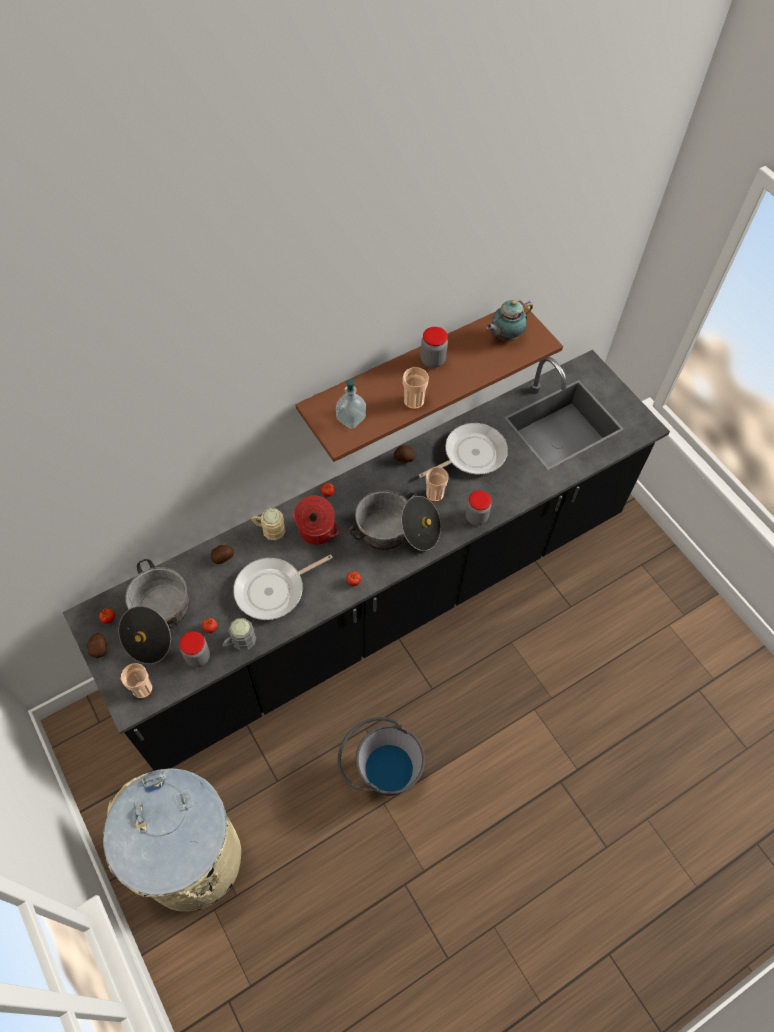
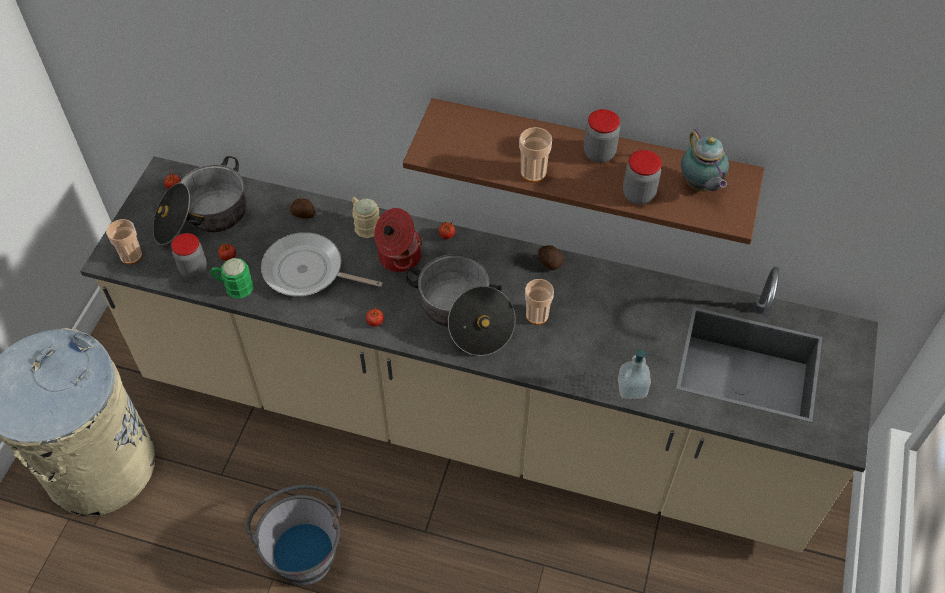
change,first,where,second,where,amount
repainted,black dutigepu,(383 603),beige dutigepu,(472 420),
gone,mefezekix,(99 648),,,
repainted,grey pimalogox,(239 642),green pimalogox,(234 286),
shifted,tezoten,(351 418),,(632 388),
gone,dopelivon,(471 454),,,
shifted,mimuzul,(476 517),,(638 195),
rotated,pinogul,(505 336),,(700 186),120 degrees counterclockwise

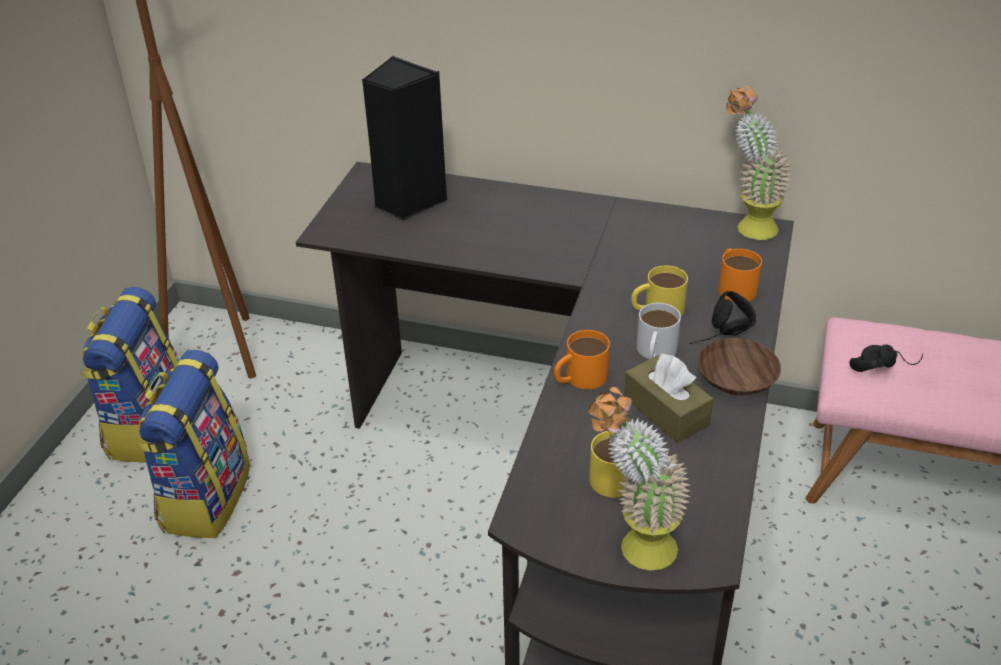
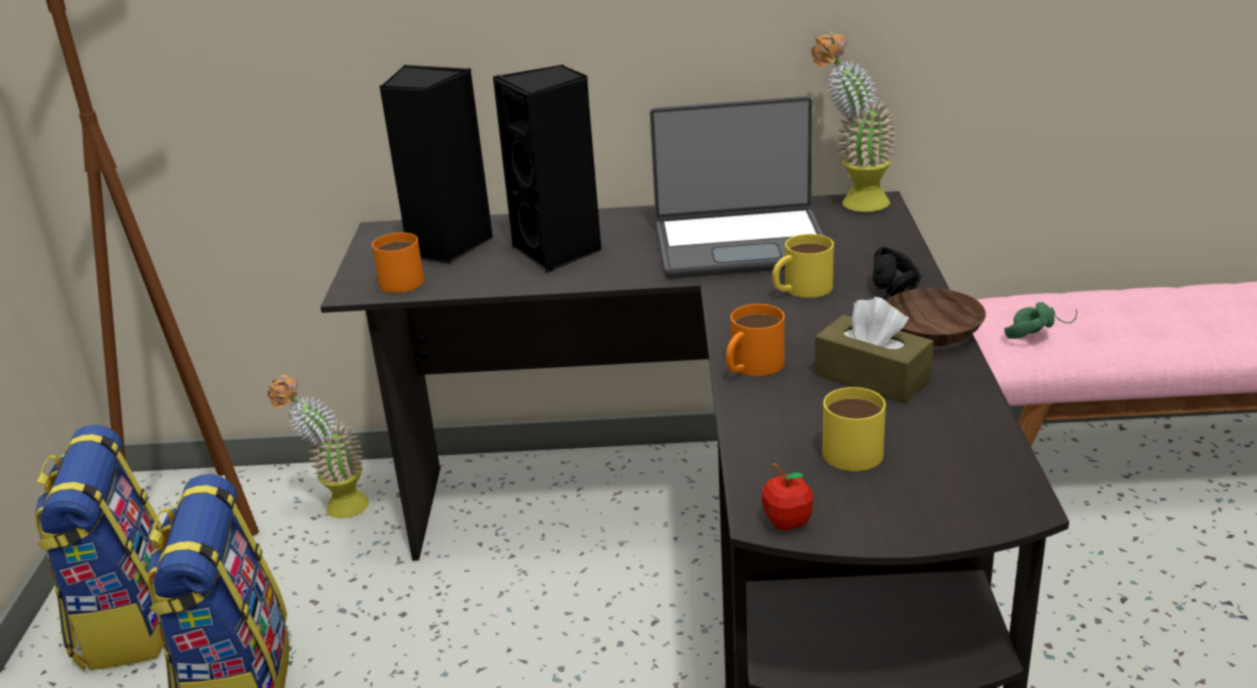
change,first,where,second,where,amount
shifted,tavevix,(633 548),,(335 508),
gone,white pimalogox,(655 352),,,
shifted,orange pimalogox,(734 286),,(398 279),
repainted,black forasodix,(882 365),green forasodix,(1038 330),
new,,,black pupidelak,(559 251),
new,,,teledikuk,(741 245),
new,,,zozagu,(787 522),

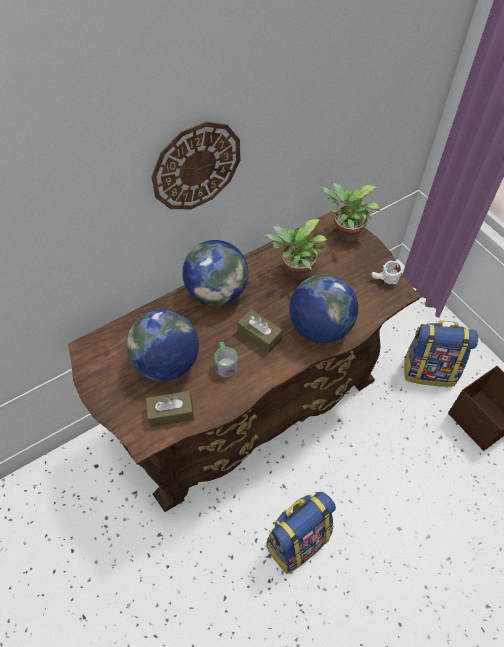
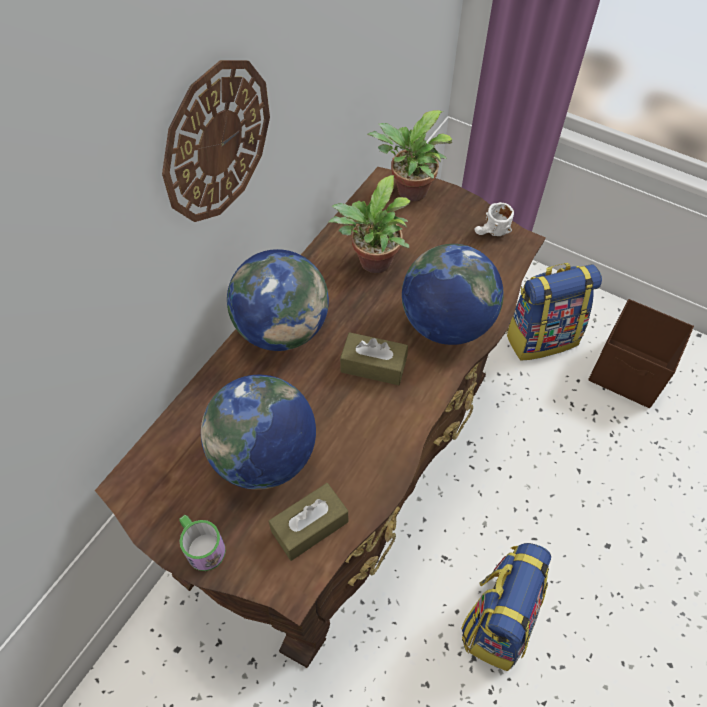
change,first,where,second,where,amount
shifted,pimalogox,(225 364),,(202 546),

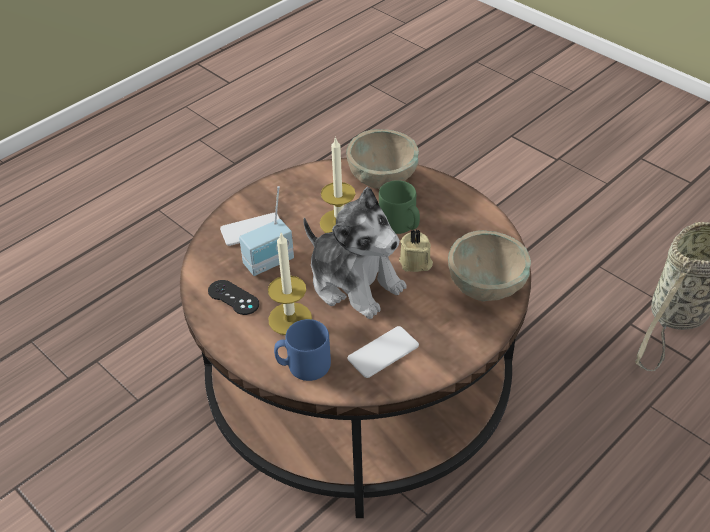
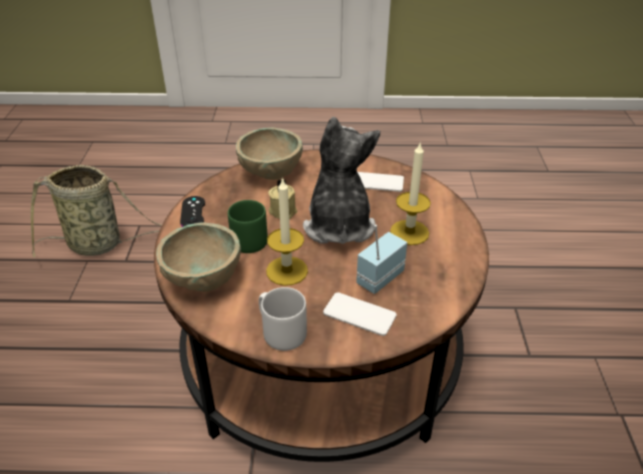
change,first,where,second,where,amount
shifted,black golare,(233 297),,(193 212),
rotated,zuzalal,(270 263),,(378 277),60 degrees counterclockwise
gone,blue pimalogox,(303 365),,,
new,,,grey pimalogox,(281 332),

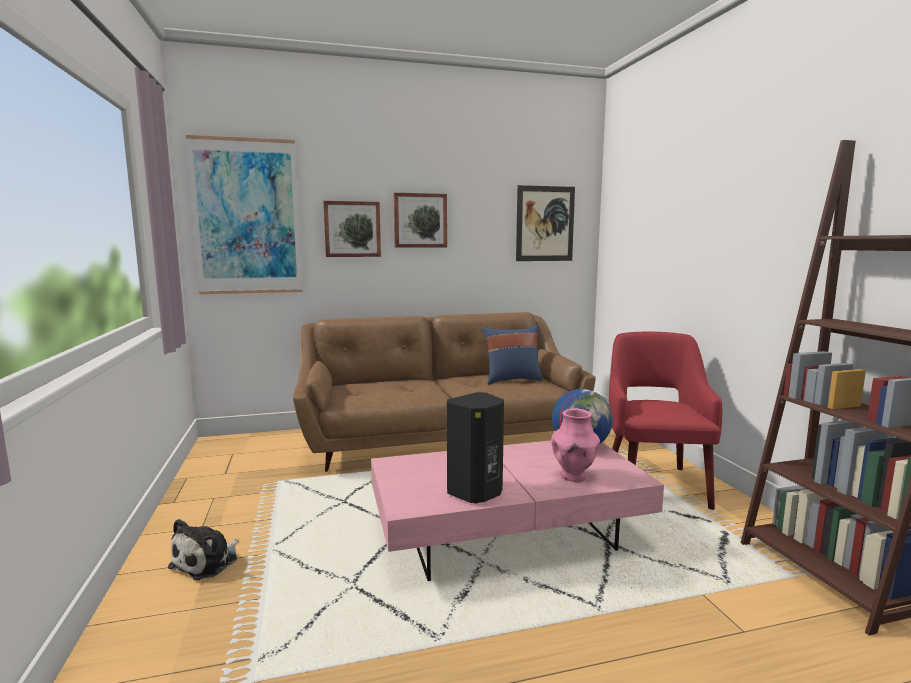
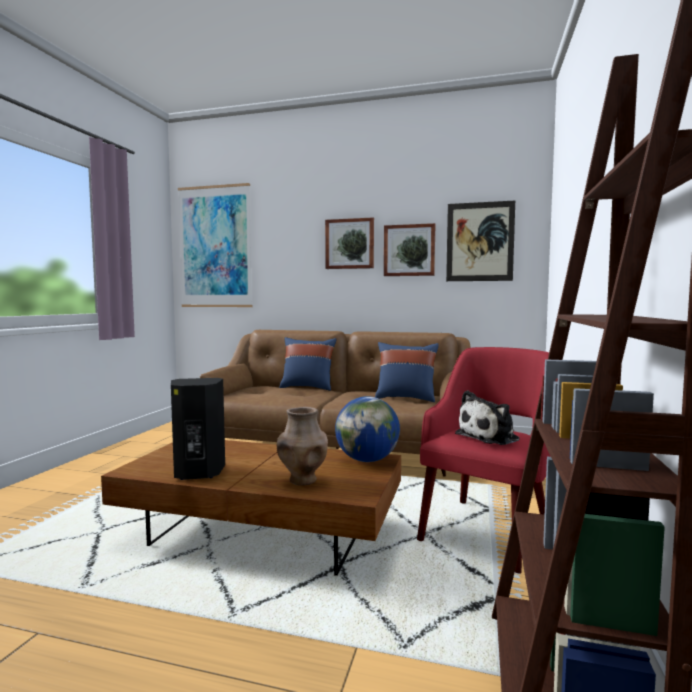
change,first,where,second,where,amount
shifted,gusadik,(207 562),,(490 437),
shifted,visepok,(352 229),,(409 250),
repainted,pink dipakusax,(508 536),brown dipakusax,(262 533),
repainted,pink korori,(573 476),brown korori,(302 480),
new,,,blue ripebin,(307 387),

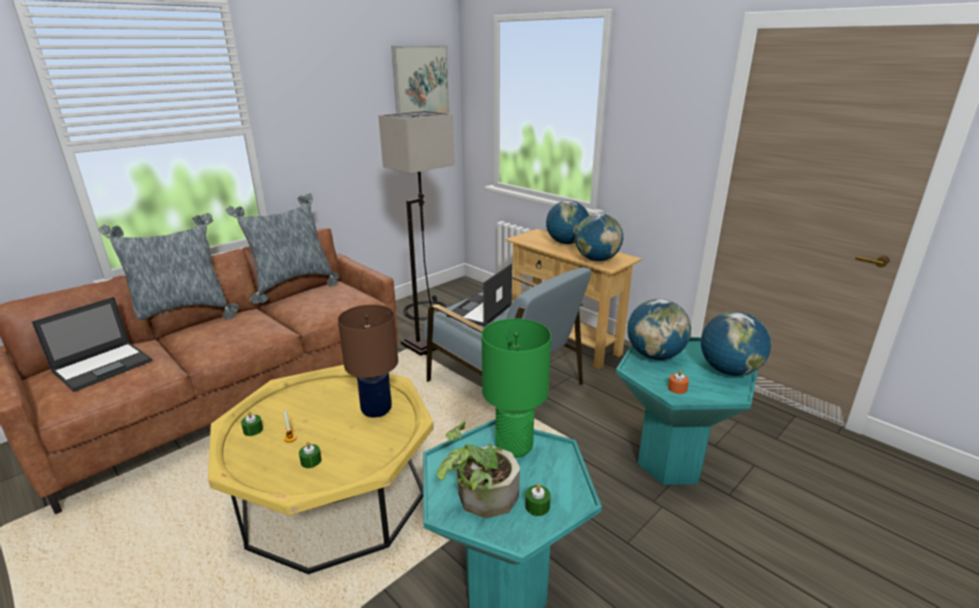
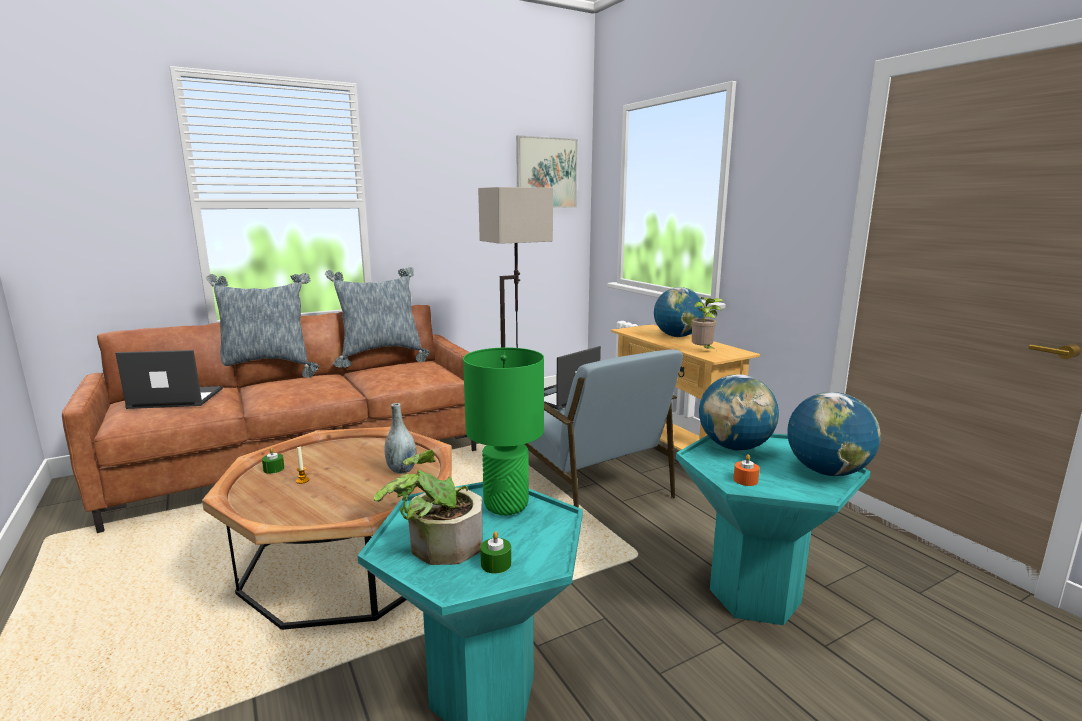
change,first,where,second,where,amount
rotated,teledikuk,(104 366),,(175 398),150 degrees counterclockwise
repainted,yellow dipakusax,(334 496),brown dipakusax,(348 562),
gone,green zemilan,(311 461),,,
swapped,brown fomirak,(377 411),grey korori,(401 470),
swapped,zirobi,(597 260),tavevix,(703 351),

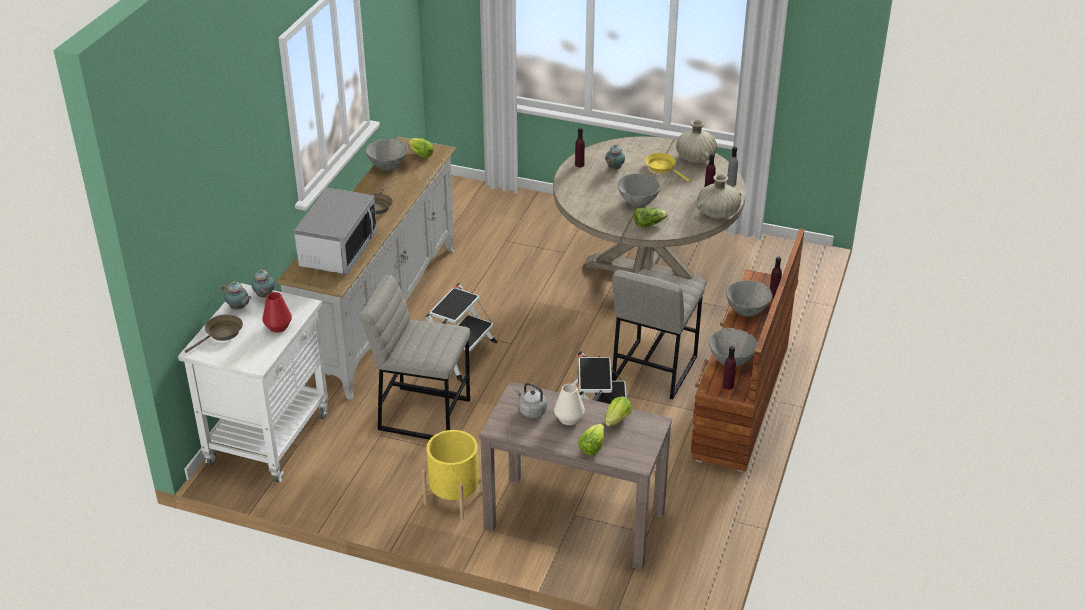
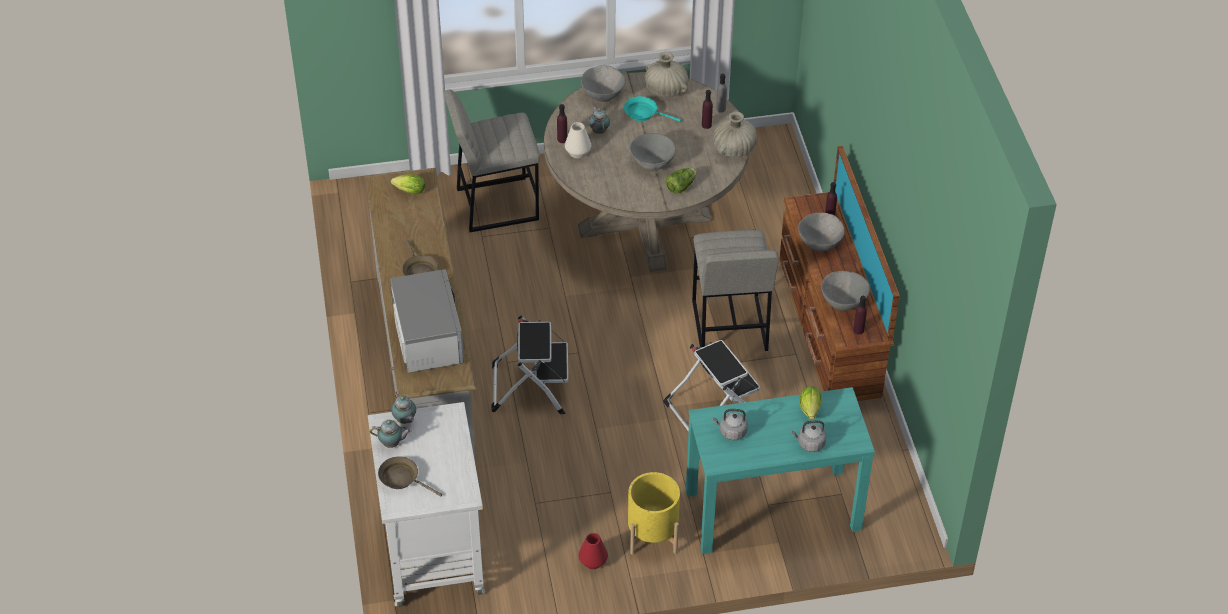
change,first,where,second,where,amount
rotated,brown dopelivon,(221 334),,(402 478),75 degrees counterclockwise
shifted,red korori,(278 327),,(593 562),
shifted,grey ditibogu,(422 414),,(495 205),
shifted,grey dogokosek,(388 167),,(603 96),
repainted,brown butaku,(573 520),turquoise butaku,(772 510),
shifted,white korori,(569 419),,(578 152),
swapped,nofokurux,(593 446),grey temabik,(809 444),
repainted,yellow dopelivon,(662 168),turquoise dopelivon,(643 113),

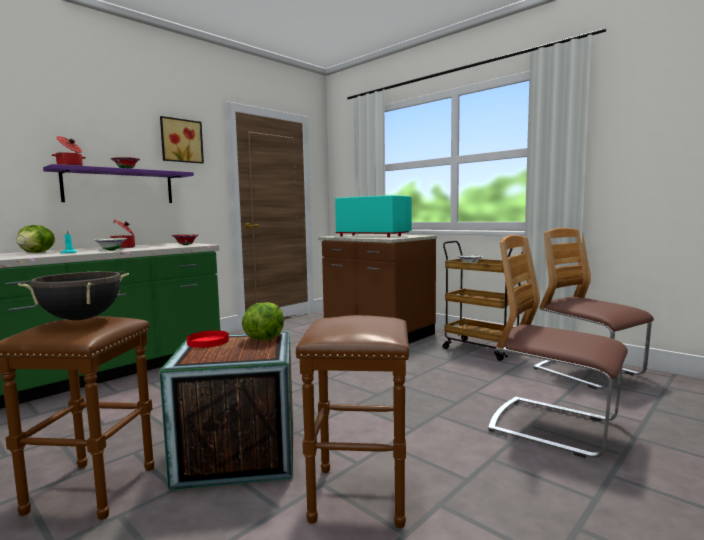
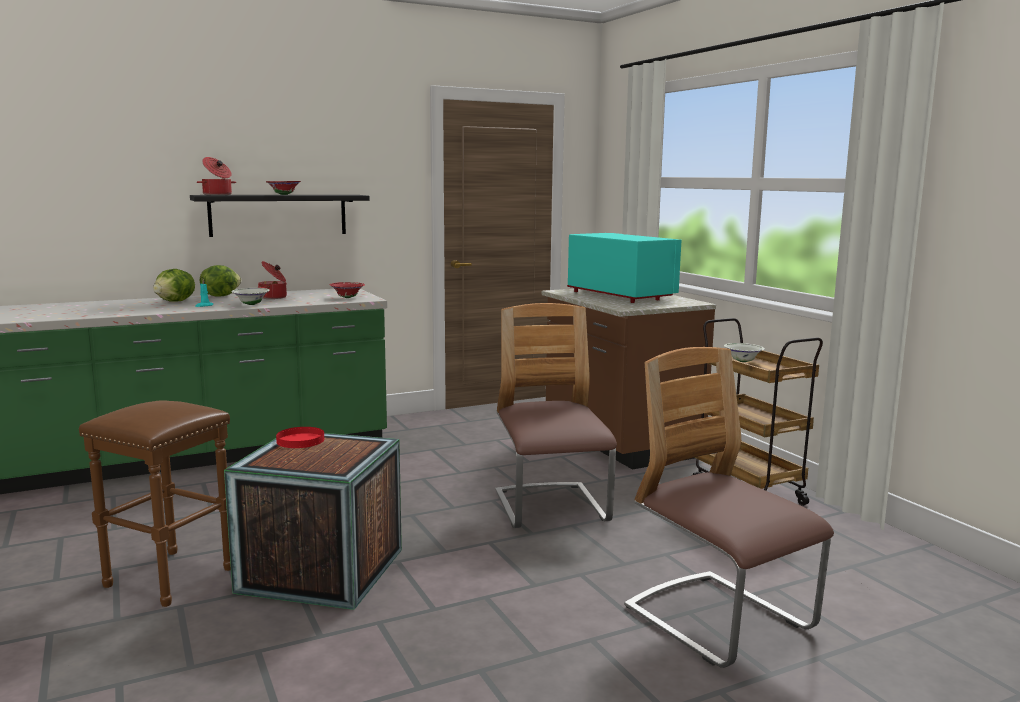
change,first,where,second,where,amount
gone,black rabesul,(81 319),,,
repainted,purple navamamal,(119 186),black navamamal,(278 215),
gone,visepok,(181 141),,,
shifted,nofokurux,(264 339),,(220 296),
gone,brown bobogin,(357 493),,,
shifted,ditibogu,(587 373),,(550 508),

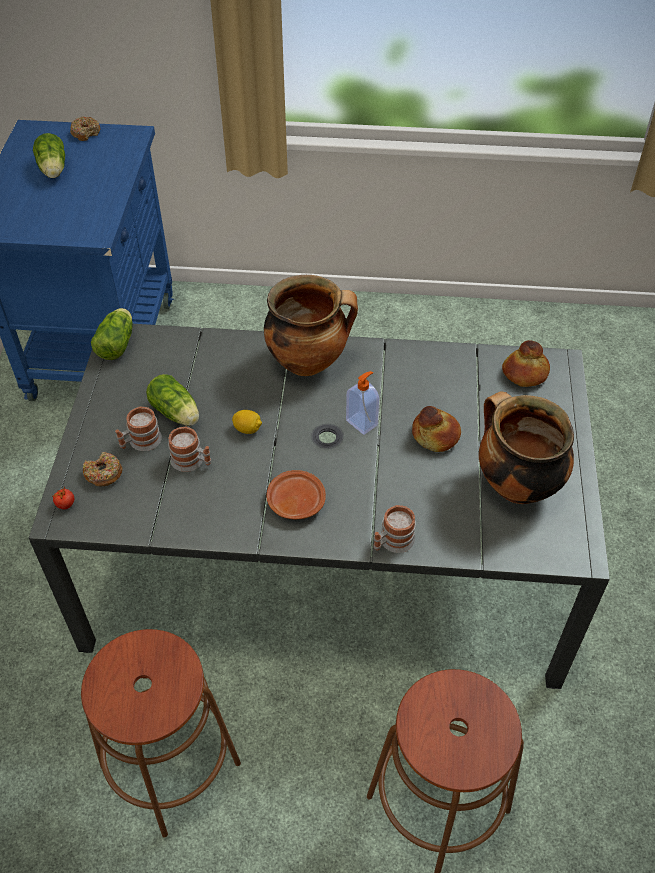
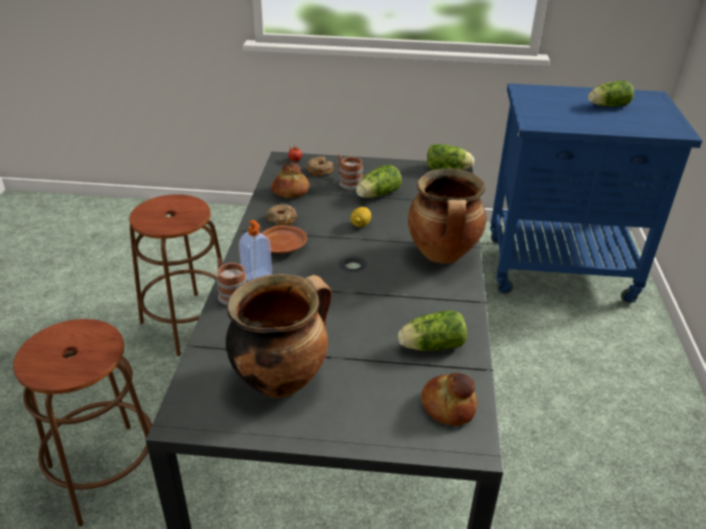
change,first,where,second,where,amount
shifted,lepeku,(86 133),,(282 220),
gone,pimalogox,(192 461),,,
shifted,tezoten,(362 422),,(257 276),
shifted,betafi,(435 436),,(290 191),
new,,,nofokurux,(430 346),

